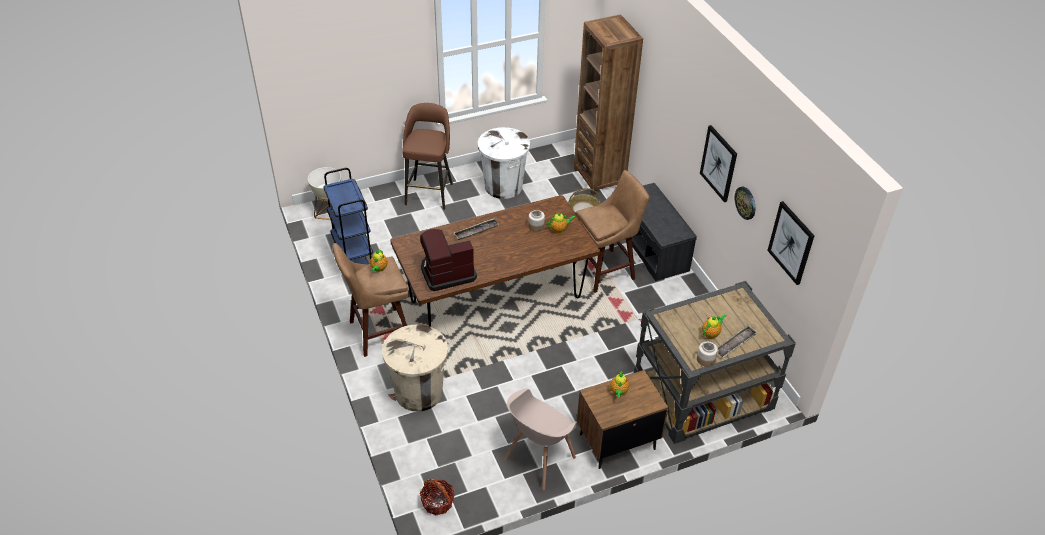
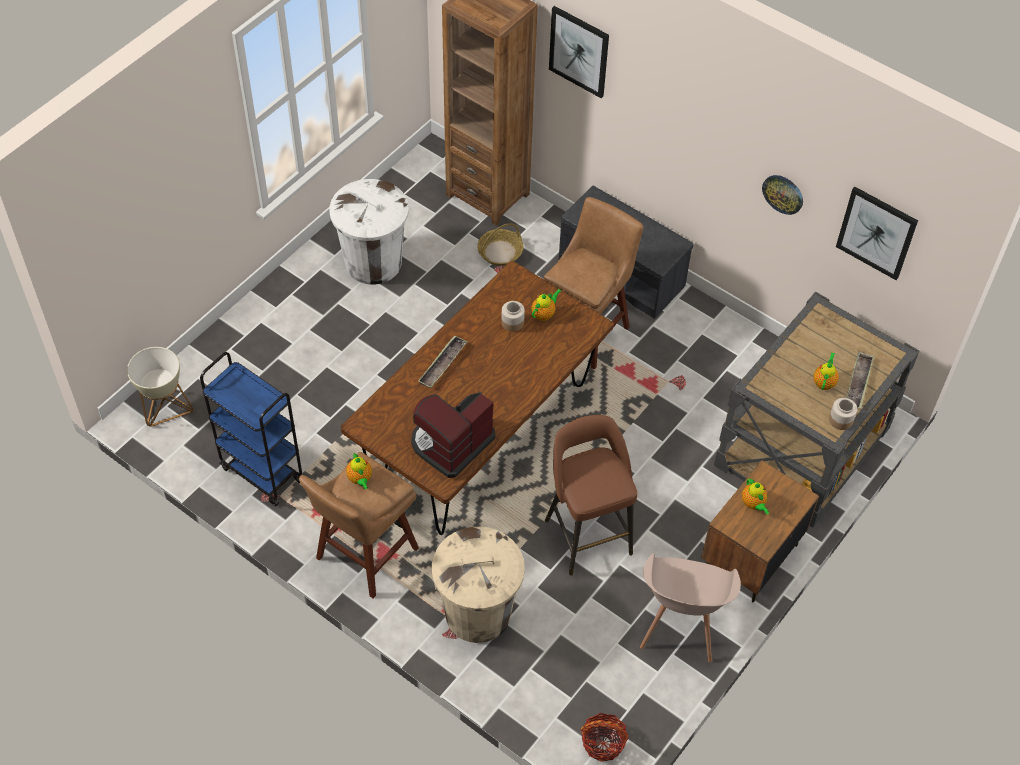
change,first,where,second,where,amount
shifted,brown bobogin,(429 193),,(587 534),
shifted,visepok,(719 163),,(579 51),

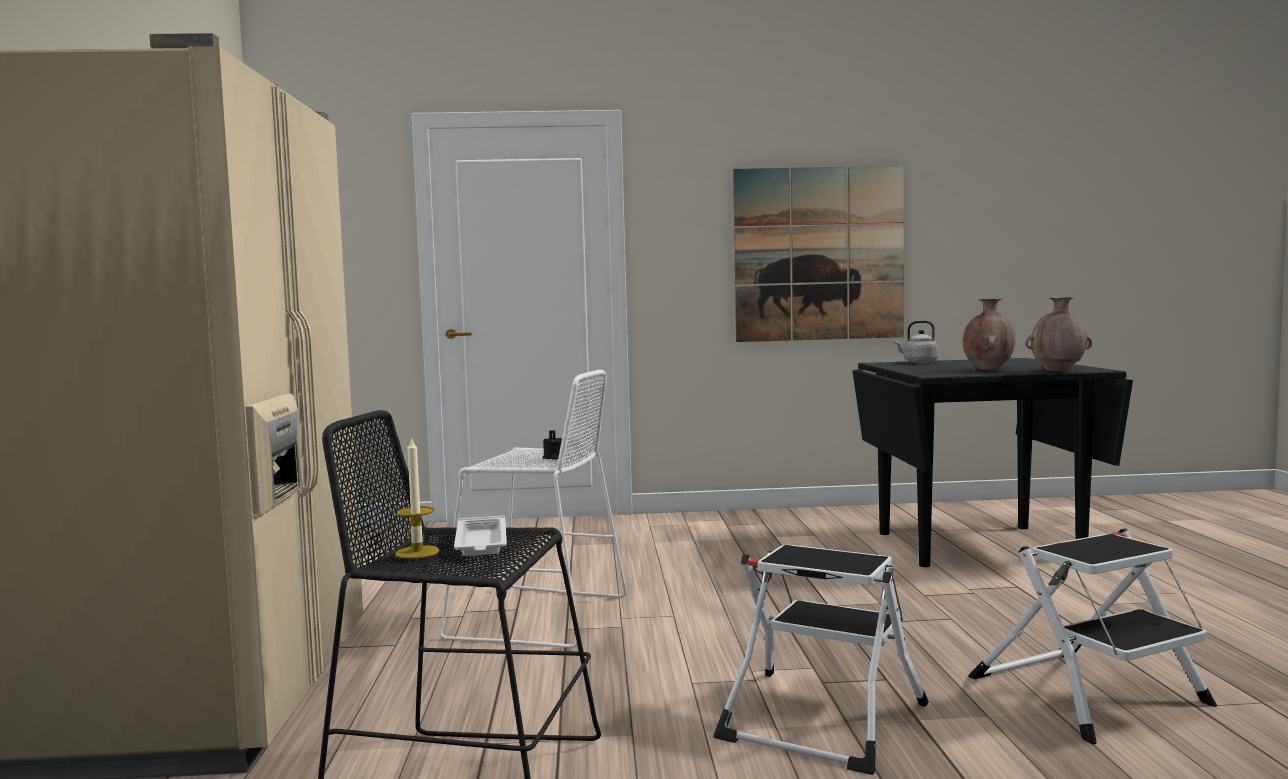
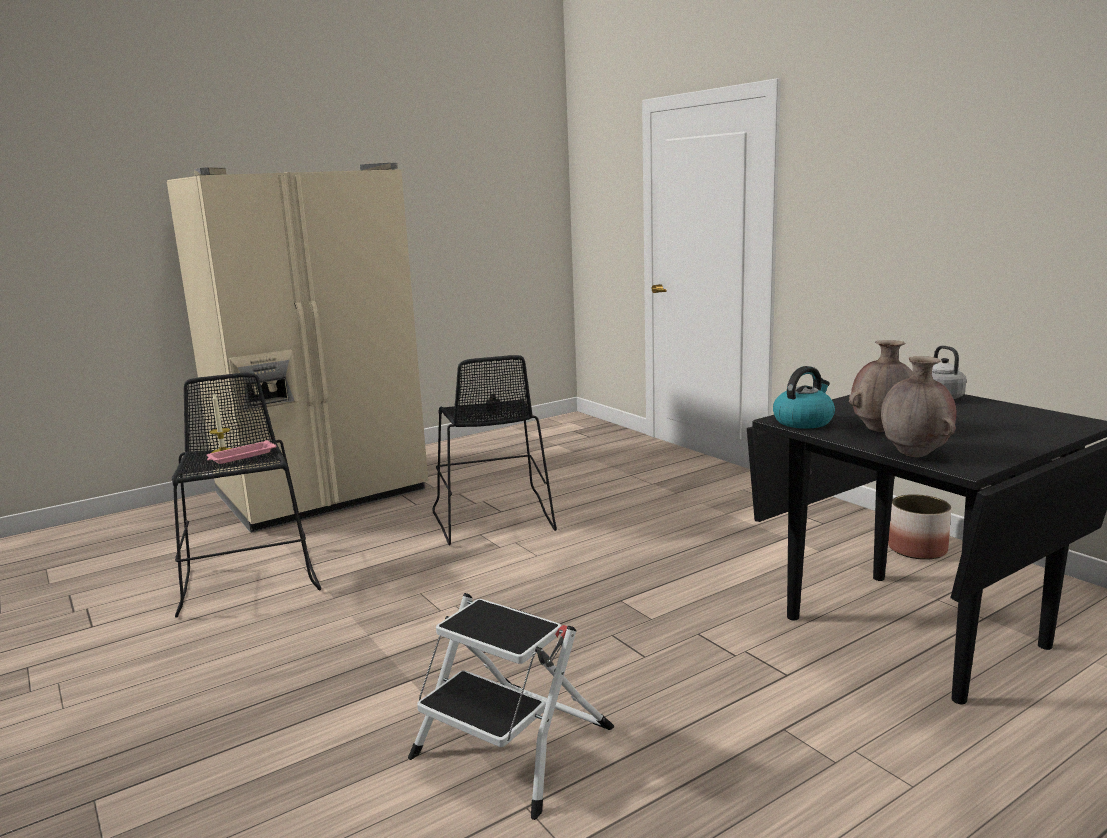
change,first,where,second,where,amount
repainted,white bobogin,(536 616),black bobogin,(493 520),
repainted,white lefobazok,(481 543),pink lefobazok,(241 456),
gone,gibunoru,(821 716),,,
gone,visepok,(819 254),,,
new,,,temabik,(803 421),
new,,,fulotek,(918 549),

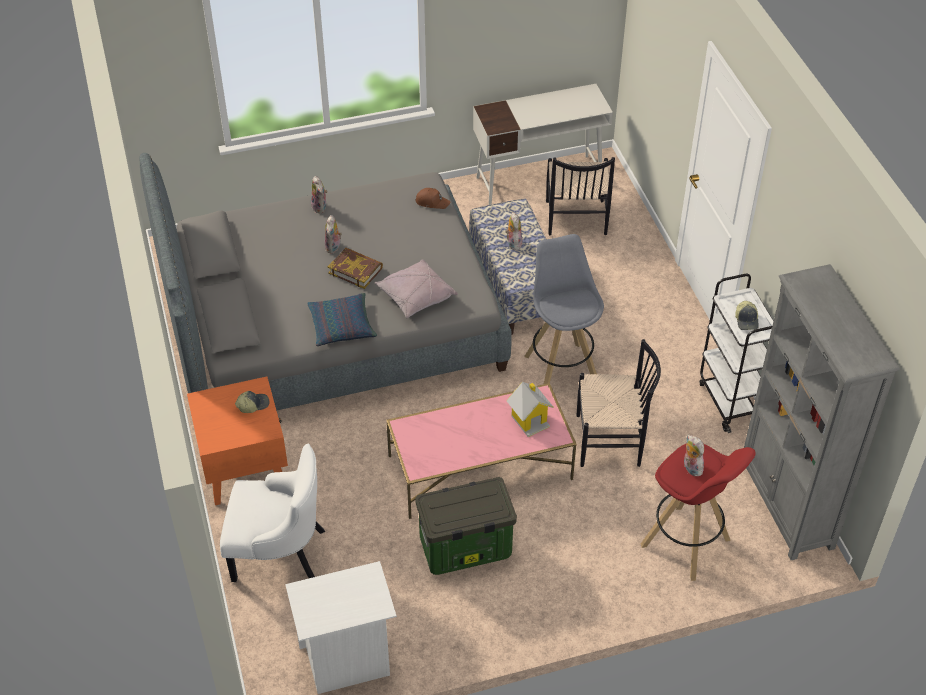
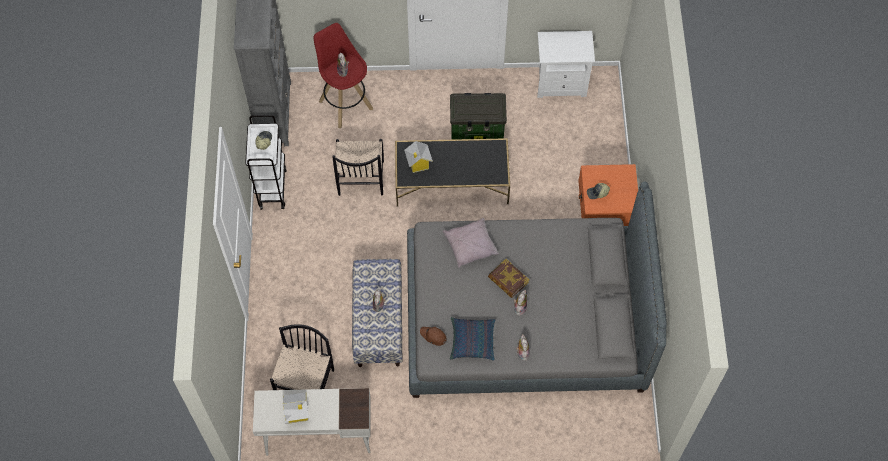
change,first,where,second,where,amount
gone,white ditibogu,(277 553),,,
shifted,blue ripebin,(341 326),,(472 341),
repainted,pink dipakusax,(480 467),black dipakusax,(451 182),
gone,grey bobogin,(561 367),,,
rotated,black ditibogu,(612 440),,(360 180),105 degrees counterclockwise
new,,,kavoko,(297 413),

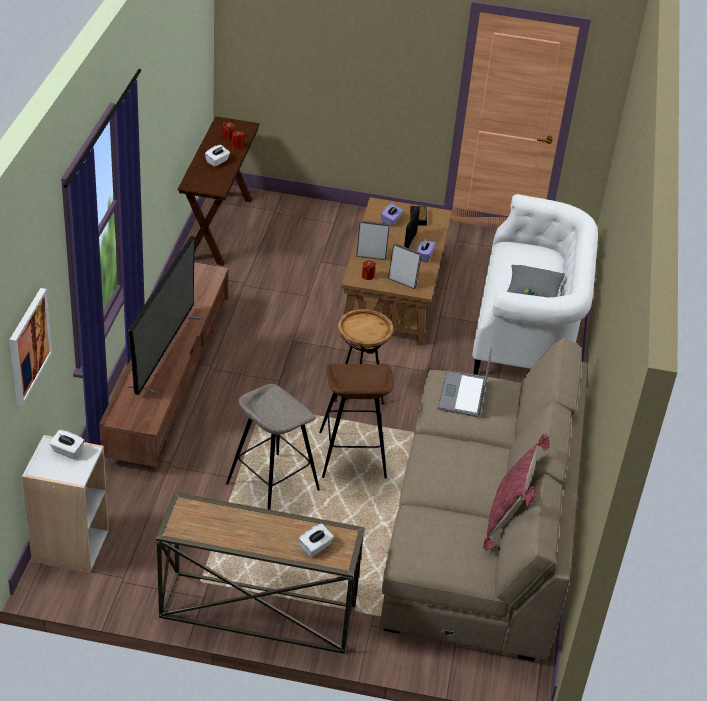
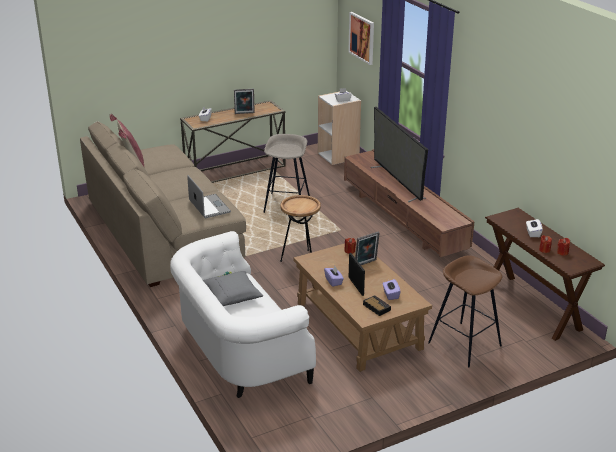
change,first,where,second,where,amount
shifted,brown bobogin,(351 455),,(464 344),
shifted,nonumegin,(402 282),,(244 113),

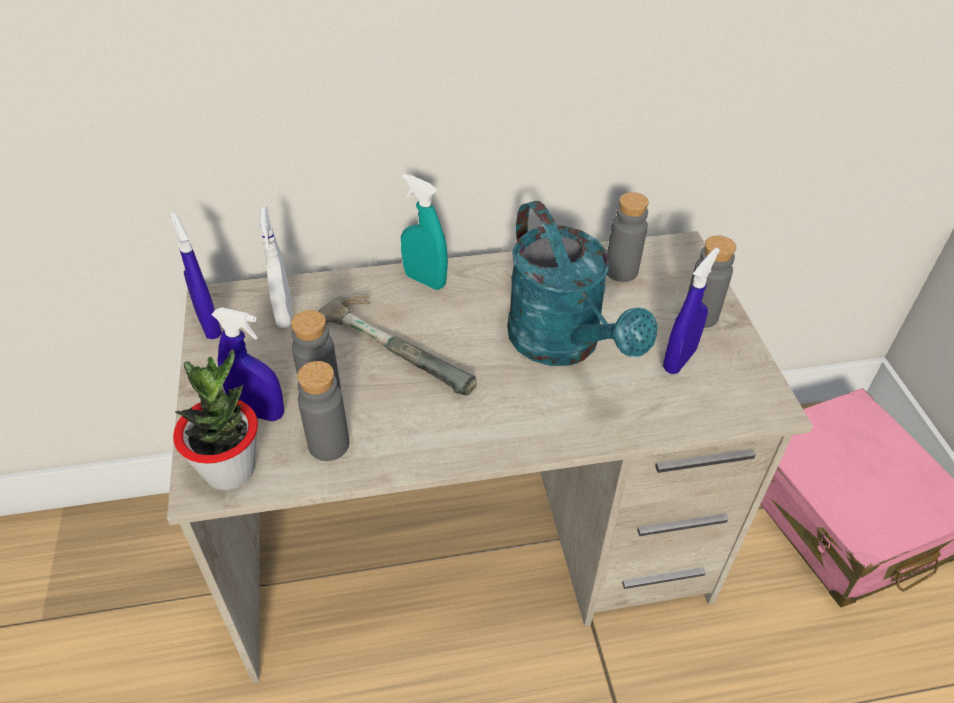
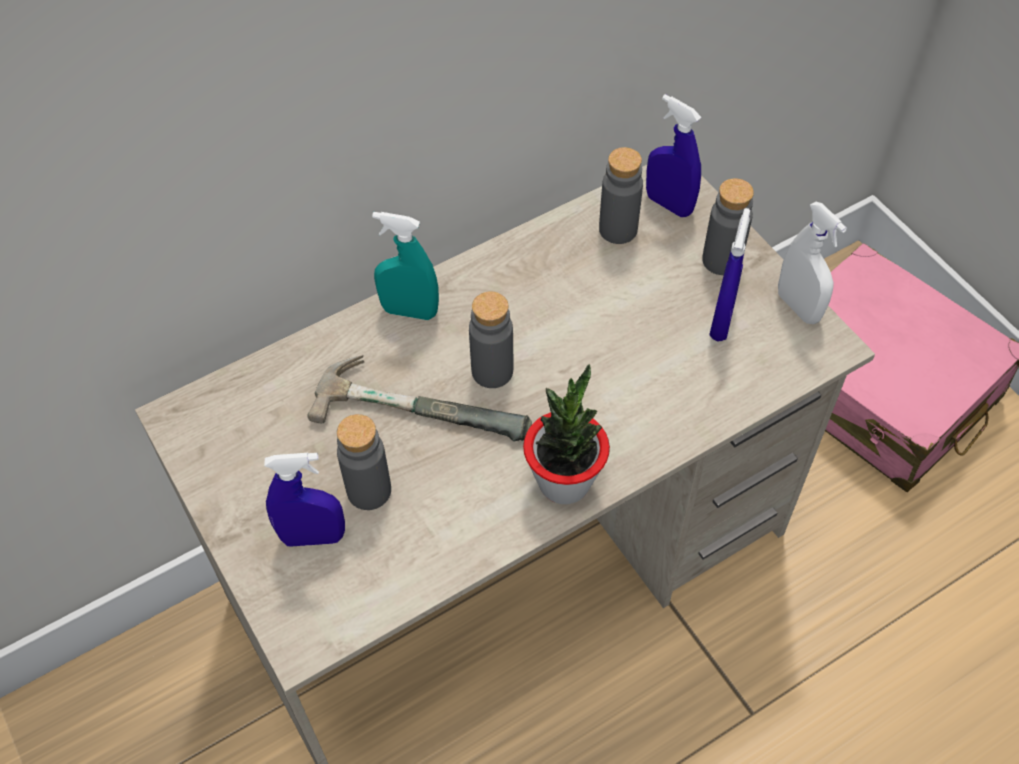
change,first,where,second,where,amount
shifted,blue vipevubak,(209 325),,(669 204),
shifted,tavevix,(230 470),,(564 481),
shifted,white vipevubak,(284 314),,(798 307),
shifted,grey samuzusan,(329 445),,(492 371),
gone,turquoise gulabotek,(563 345),,,

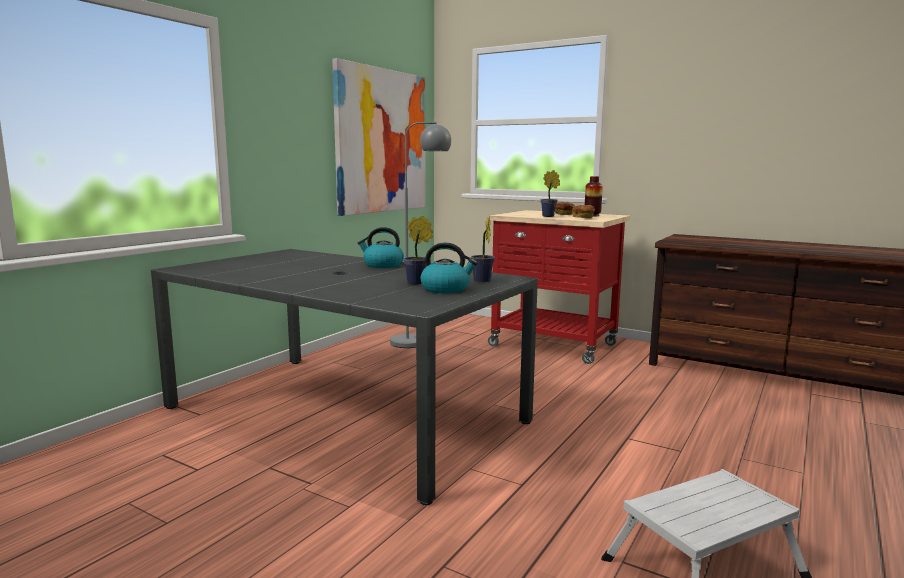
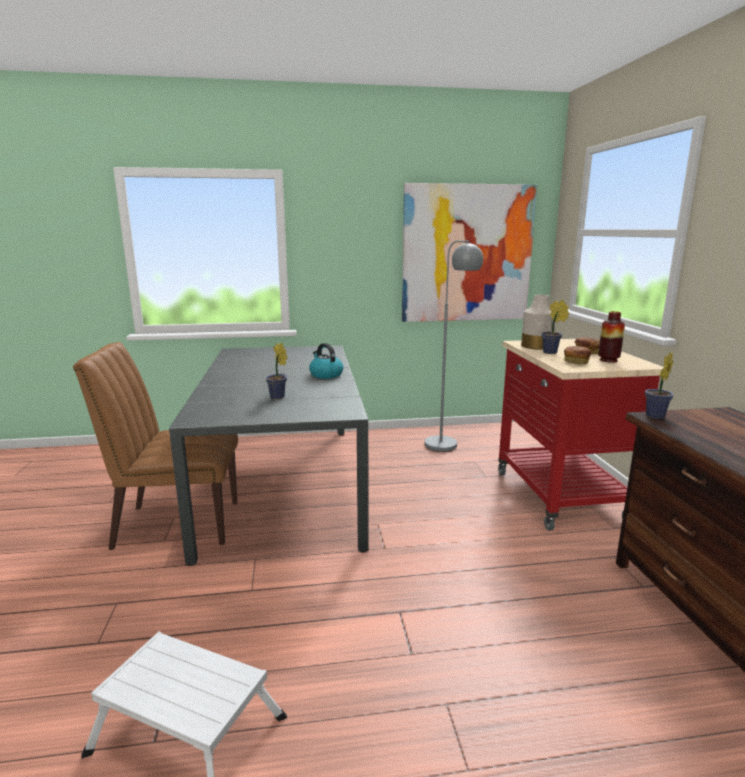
change,first,where,second,where,amount
gone,temabik,(446 289),,,
shifted,tavevix,(482 281),,(654 416),
new,,,brown ditibogu,(179 524),
new,,,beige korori,(536 346),

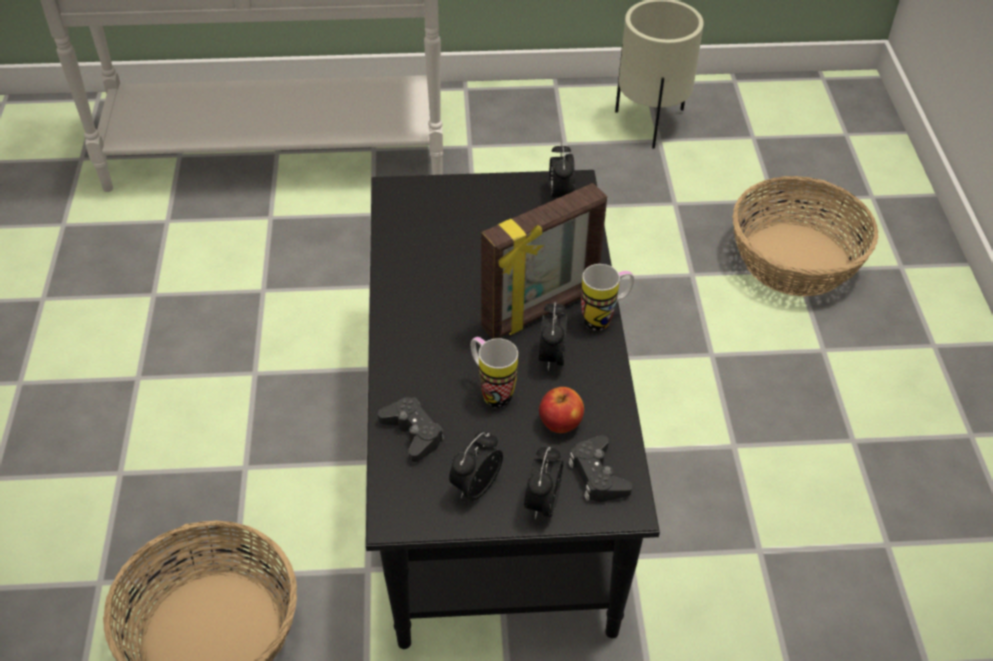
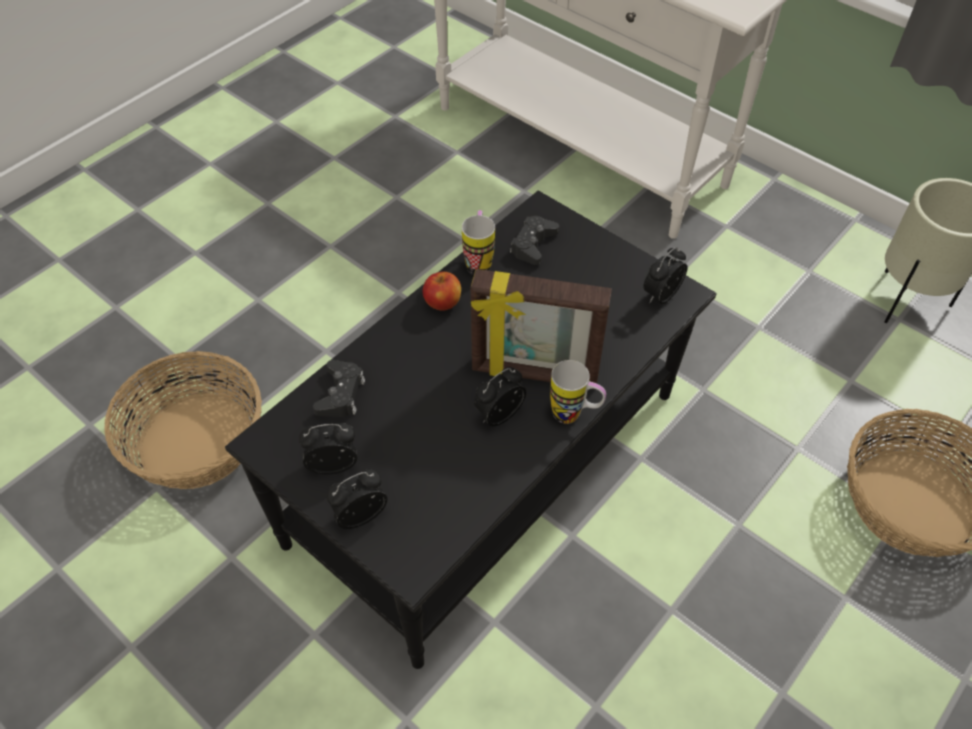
change,first,where,second,where,amount
shifted,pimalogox,(491 391),,(479 261),
shifted,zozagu,(560 423),,(442 303),
shifted,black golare,(598 475),,(533 245),

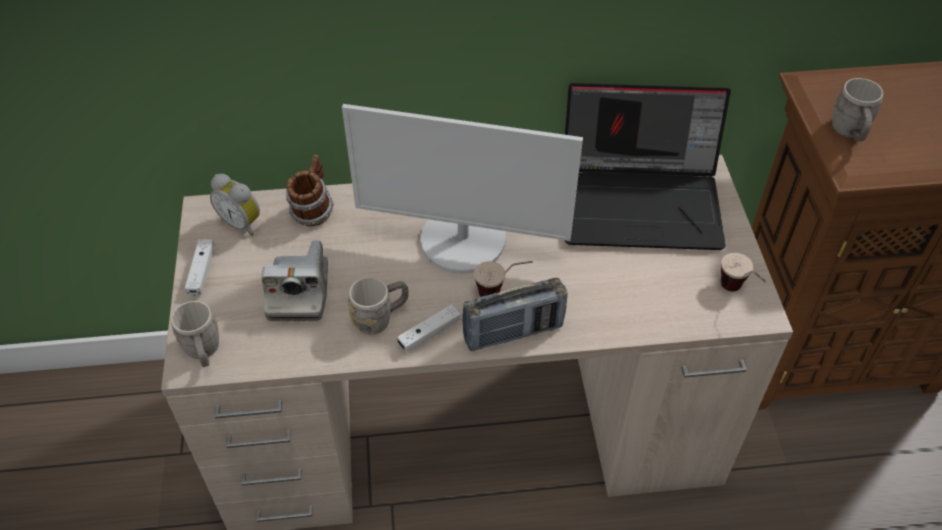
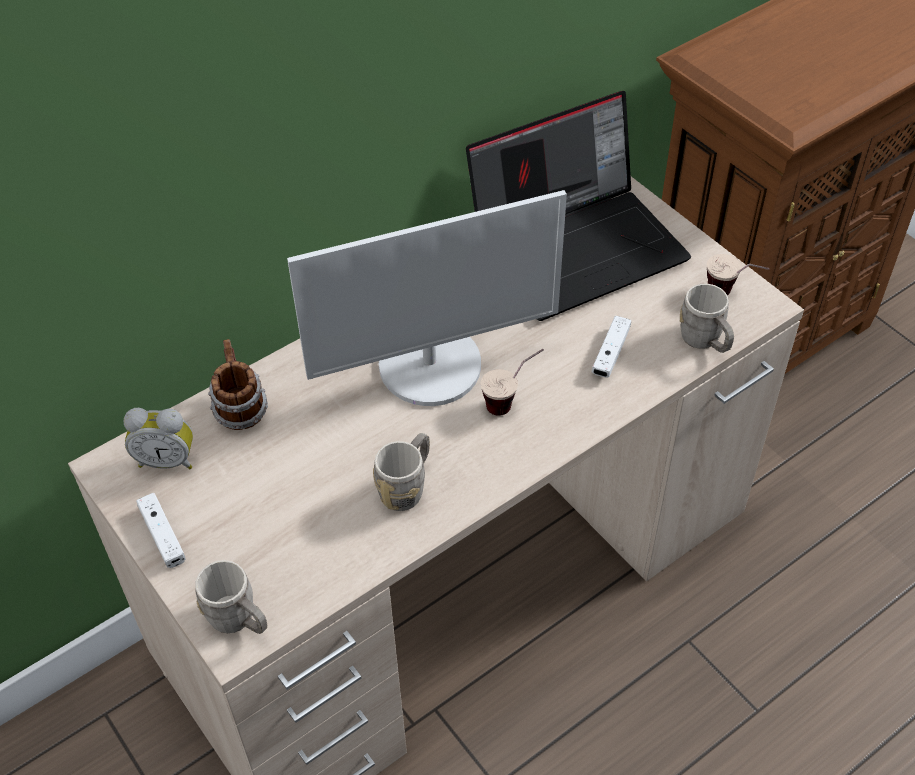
change,first,where,second,where,amount
gone,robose,(299 292),,,
shifted,white golare,(429 333),,(610 353),
gone,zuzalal,(513 332),,,
shifted,grey pimalogox,(850 133),,(705 342),

